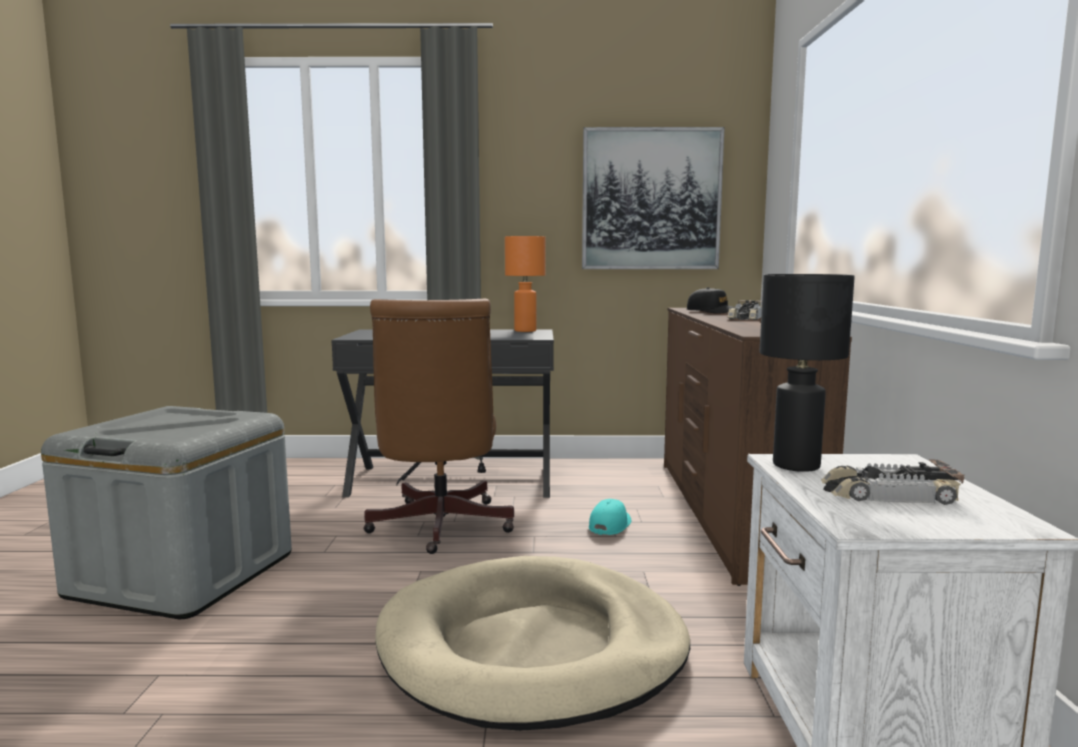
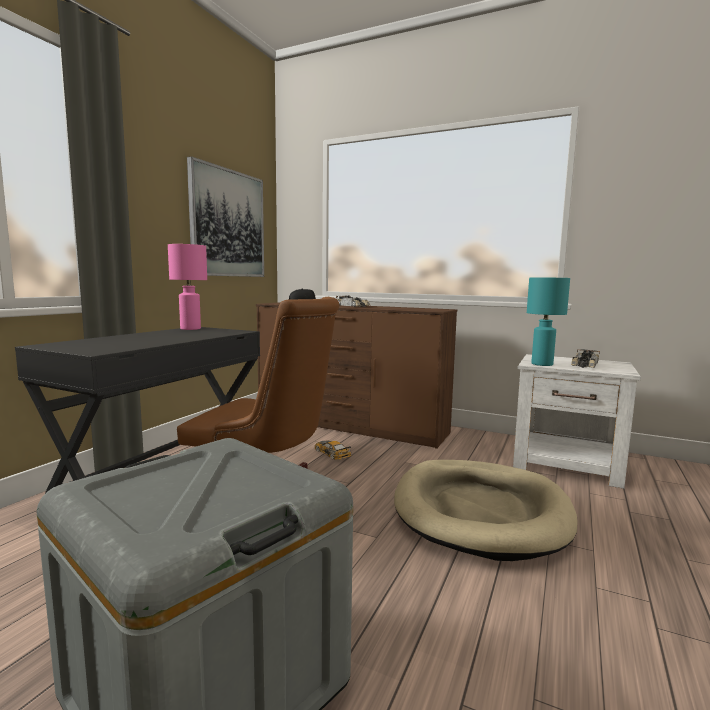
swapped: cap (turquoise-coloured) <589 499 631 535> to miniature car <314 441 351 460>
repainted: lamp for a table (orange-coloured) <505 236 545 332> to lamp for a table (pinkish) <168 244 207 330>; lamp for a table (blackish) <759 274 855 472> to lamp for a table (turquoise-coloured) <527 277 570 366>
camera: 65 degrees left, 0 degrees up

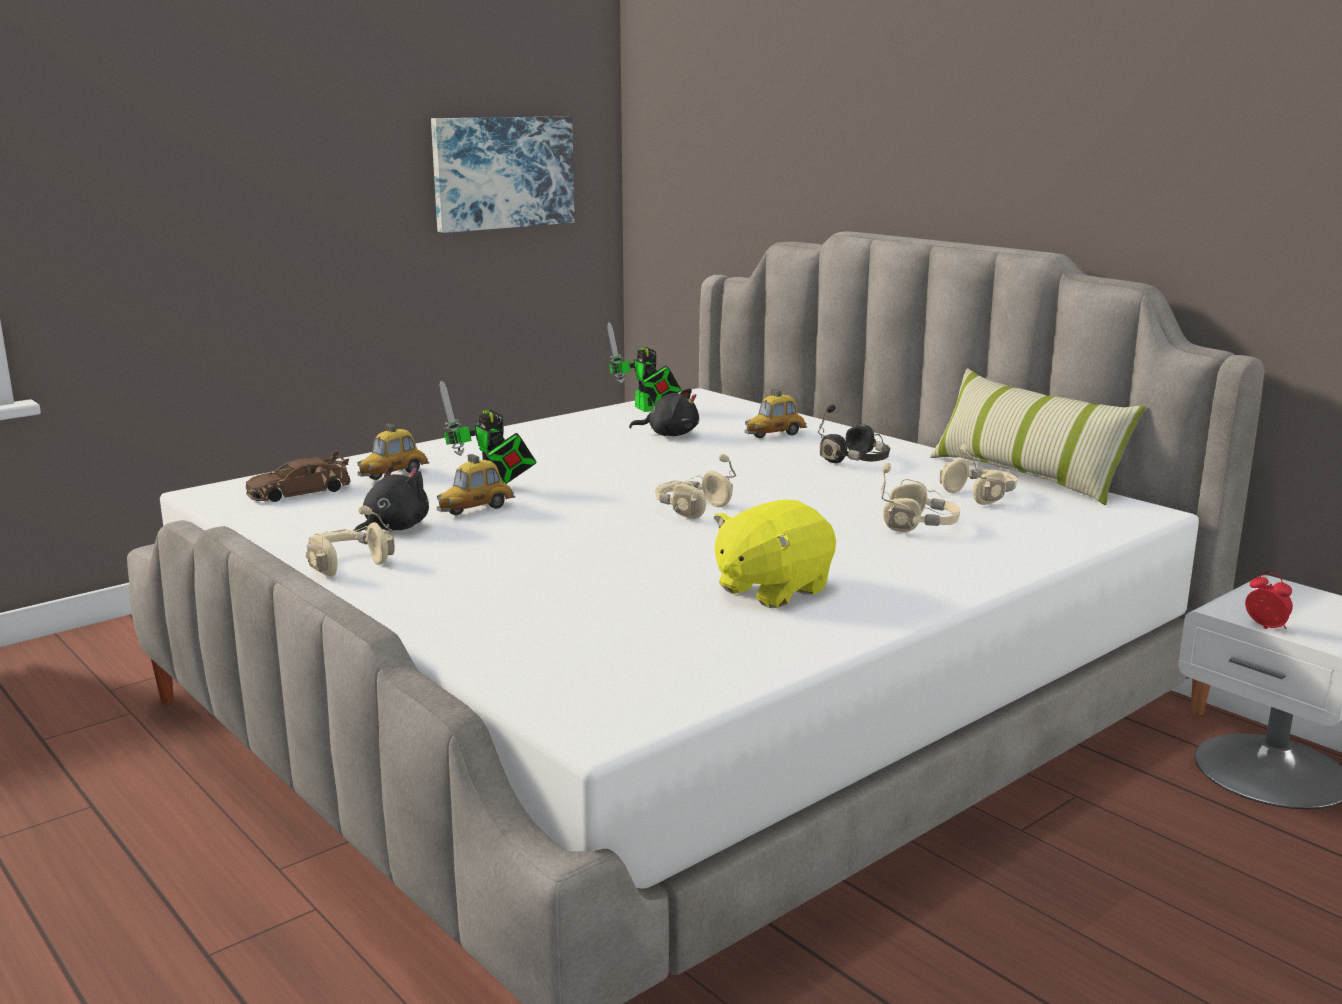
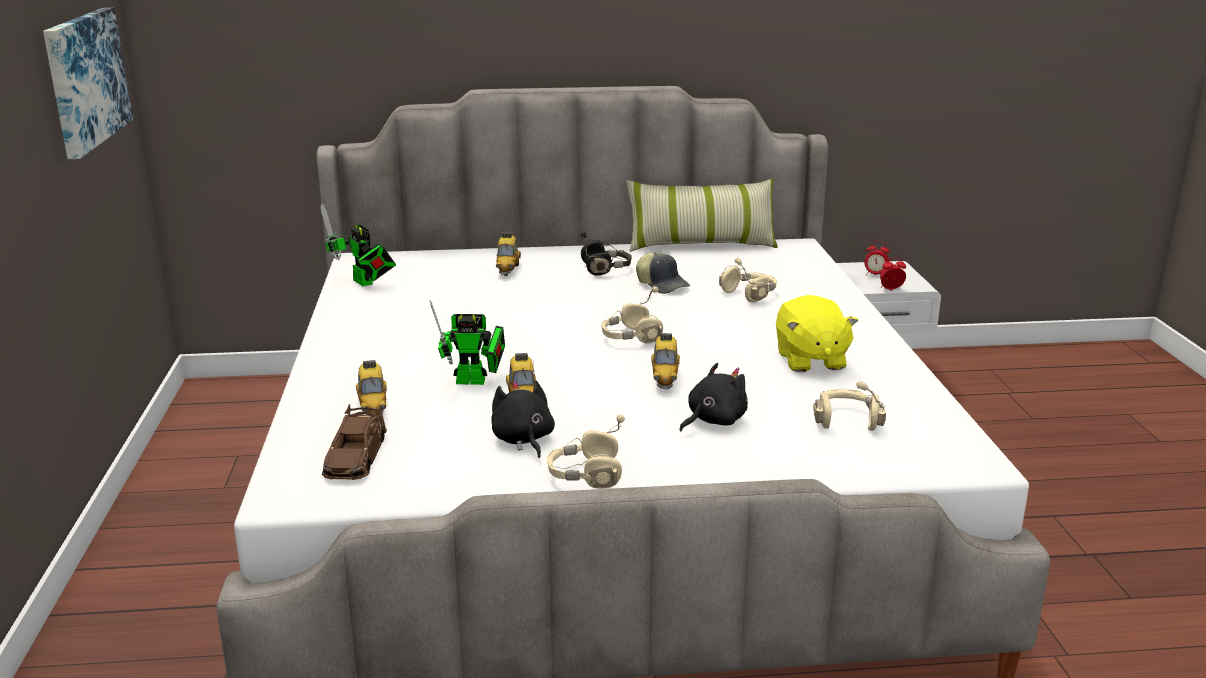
new: cap <636 252 690 294>; miniature car <651 333 680 389>; alarm clock <864 241 890 276>
shifted: soft toy (blackish) <629 388 699 436> to <679 363 748 432>; pair of headphones (beige-coloured) <940 444 1018 505> to <813 381 886 431>
rotated: robot figure <607 322 681 412> = <320 204 396 286> 45 degrees clockwise
camera: 55 degrees left, 5 degrees up

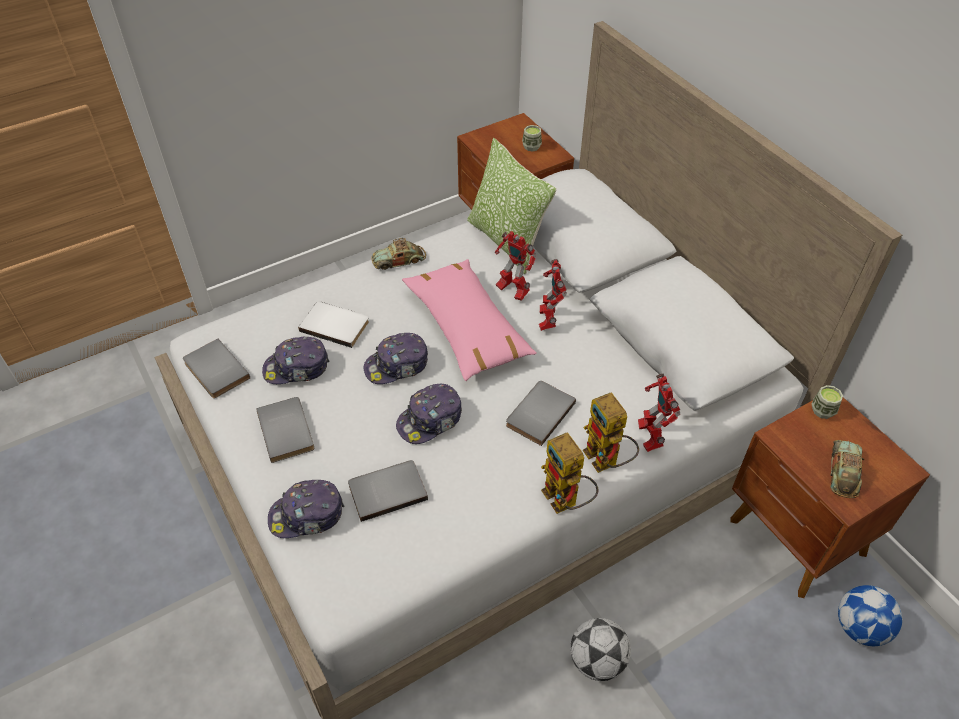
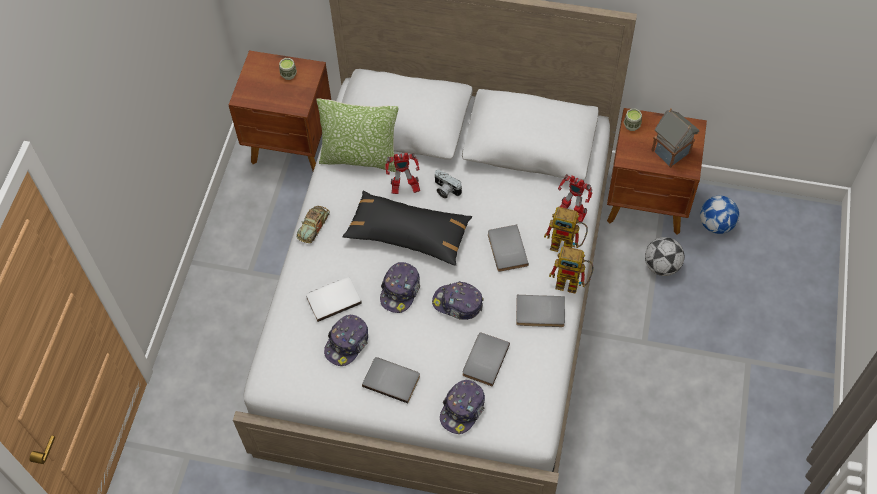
shifted: book (grey) <183 339 250 398> to <516 295 565 327>; football <570 618 631 681> to <645 237 684 276>
swapped: robot figure <539 259 567 331> to photo camera <435 170 462 199>; miniature car <830 440 865 498> to miniature house <652 109 699 168>
repainted: pillow (pinkish) <402 259 537 381> to pillow (blackish) <342 191 472 266>
rotated: cap <396 384 462 444> = <432 281 484 320> 105 degrees clockwise
camera: 45 degrees left, 10 degrees up

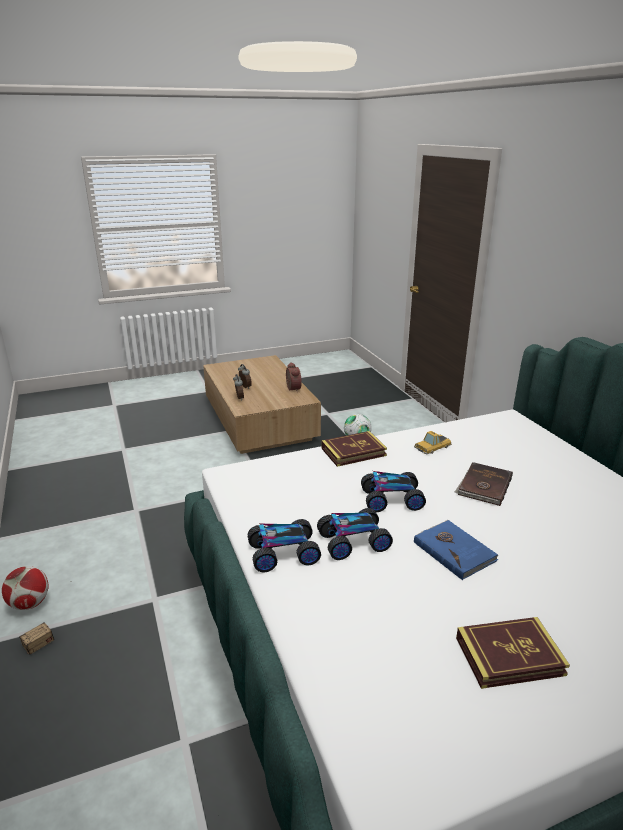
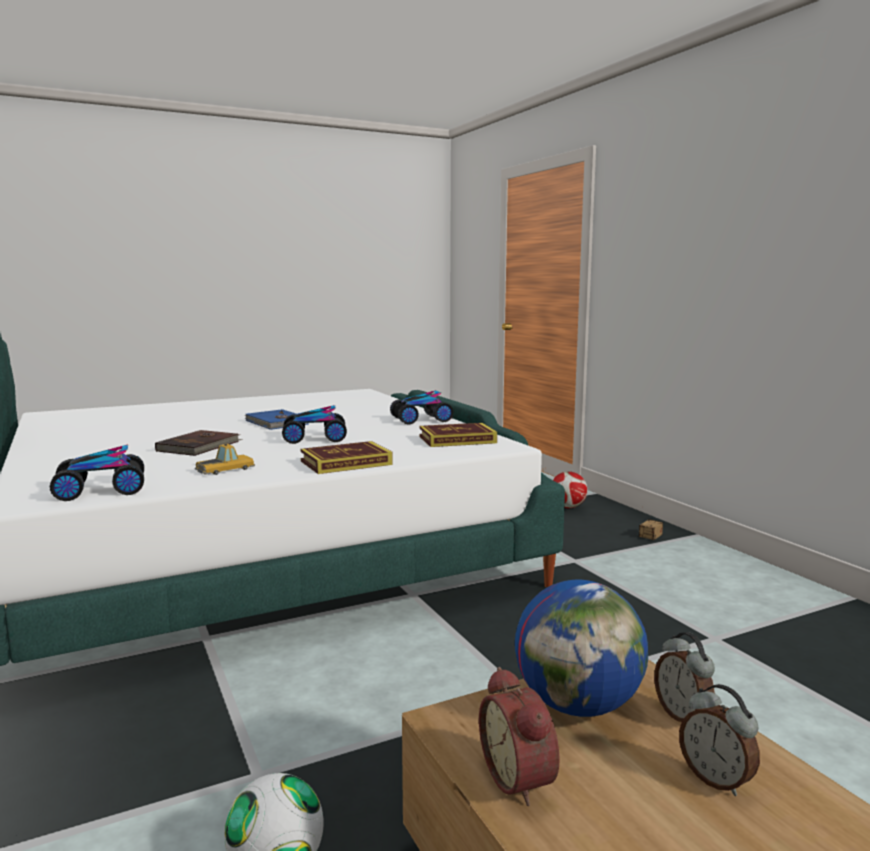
new: desk globe <515 580 648 717>
shifted: football <2 566 49 610> to <553 472 588 508>; miniature car <317 508 393 560> to <50 444 144 501>; book <456 617 570 689> to <419 423 497 447>
camera: 175 degrees right, 15 degrees down

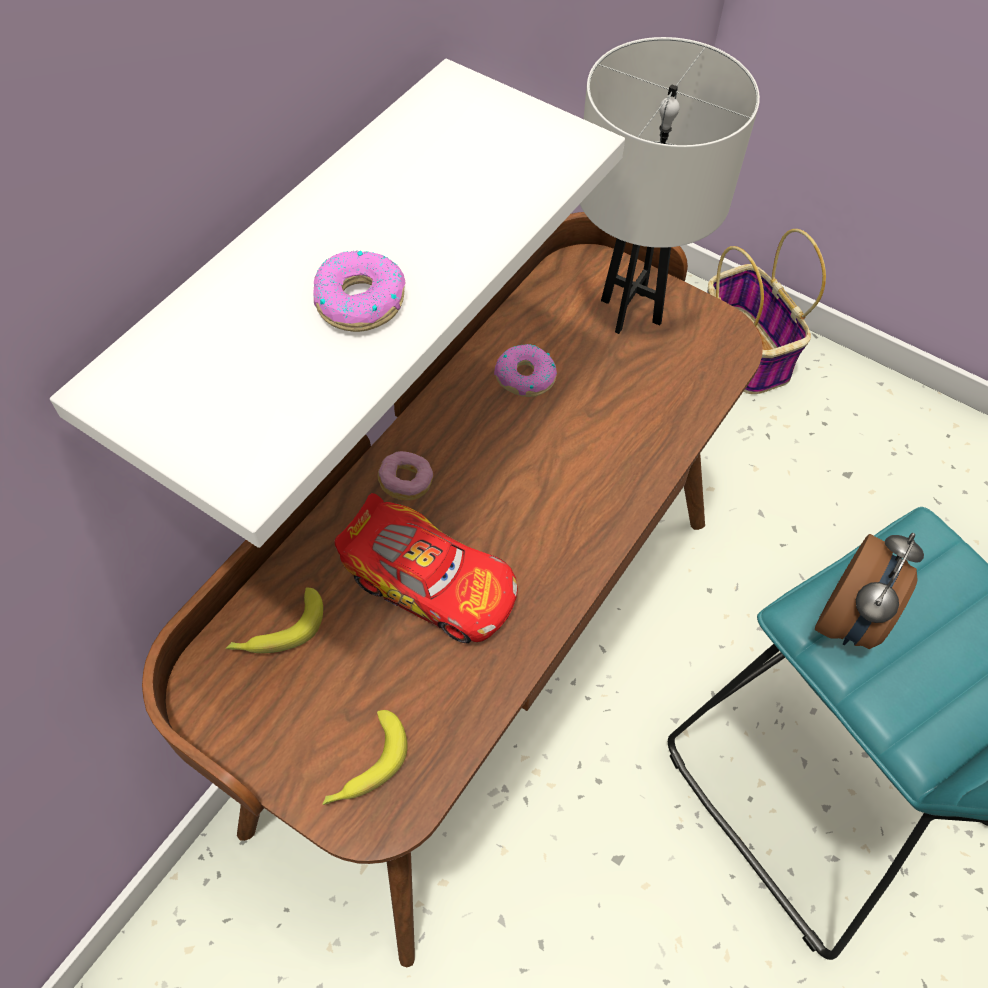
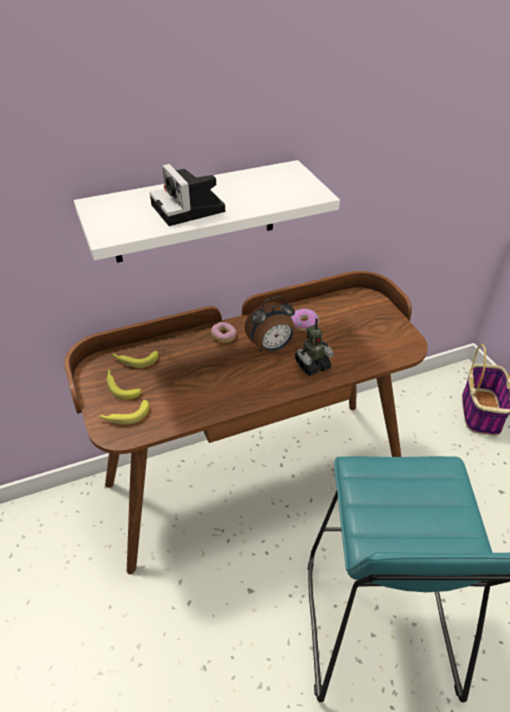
gone: miniature car <334 493 518 643>; lamp for a table (white) <580 37 760 334>
new: banana <107 370 141 400>; robot figure <295 318 334 376>
shifted: alarm clock <815 533 924 649> to <245 296 295 353>
swapped: doughnut <313 251 405 332> to photo camera <150 164 225 226>
camera: 35 degrees right, 15 degrees down

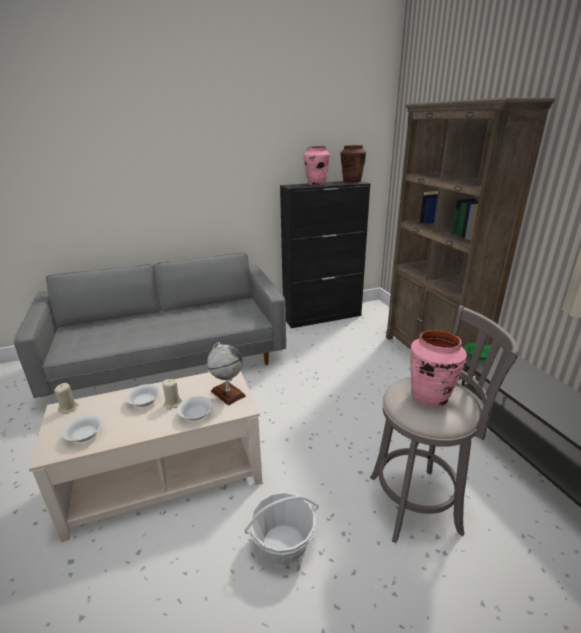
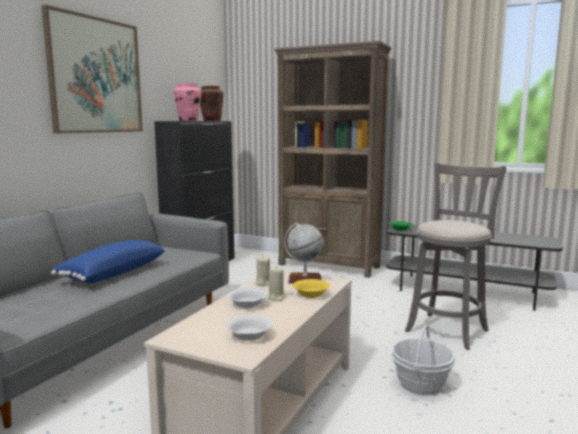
gone: decorative vase (pinkish) <410 330 467 407>
new: wall art <41 5 143 133>; pillow (bluish) <51 240 166 283>
shifted: candle (beige-coloured) <54 383 78 414> to <255 255 270 286>
repainted: serving bowl (white) <177 396 213 421> to serving bowl (yellow) <293 279 330 298>
camera: 45 degrees left, 15 degrees down

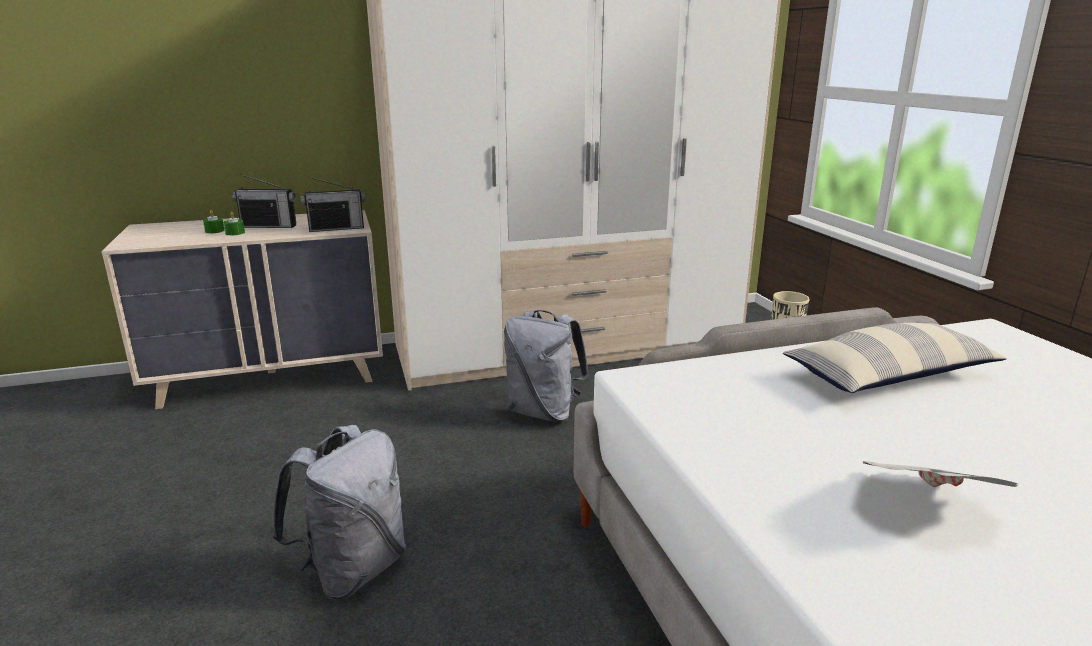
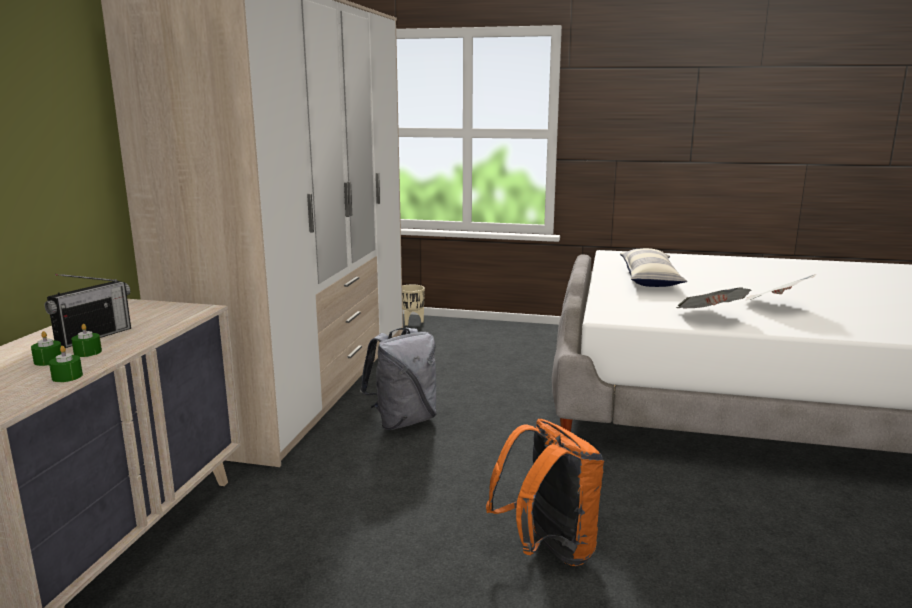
gone: radio receiver <301 177 365 232>
new: candle (green-coloured) <49 346 83 382>; printed paper <676 287 752 309>
repainted: knapsack (grey) <272 425 406 600> to knapsack (orange-coloured) <486 419 604 566>
camera: 60 degrees left, 5 degrees down

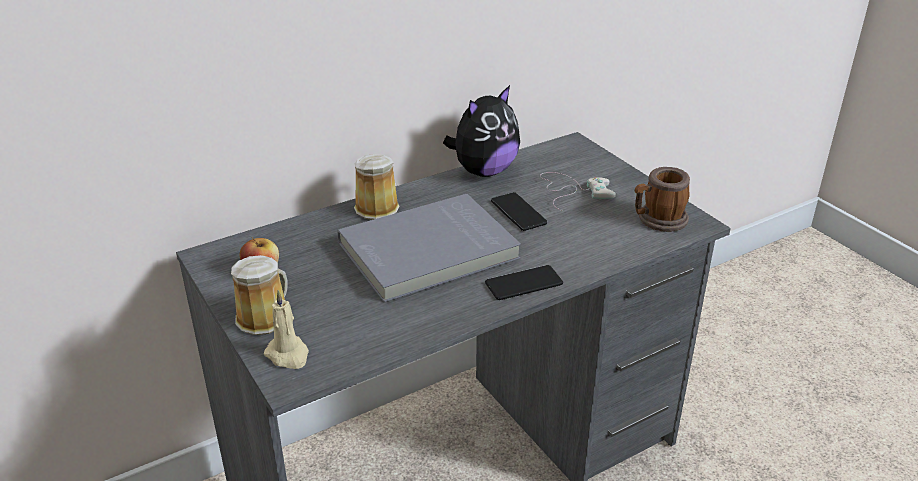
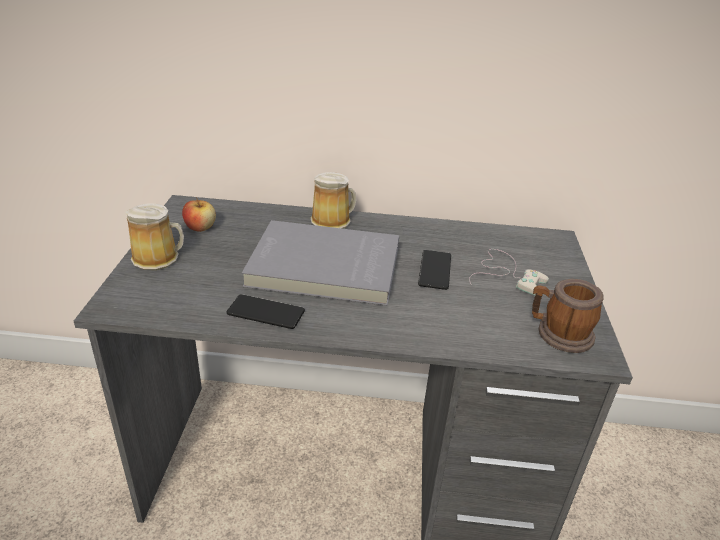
gone: candle (beige-coloured) <264 290 309 369>; soft toy <443 85 520 177>
shifted: handset <485 265 563 300> to <226 294 305 329>
camera: 35 degrees right, 0 degrees up

